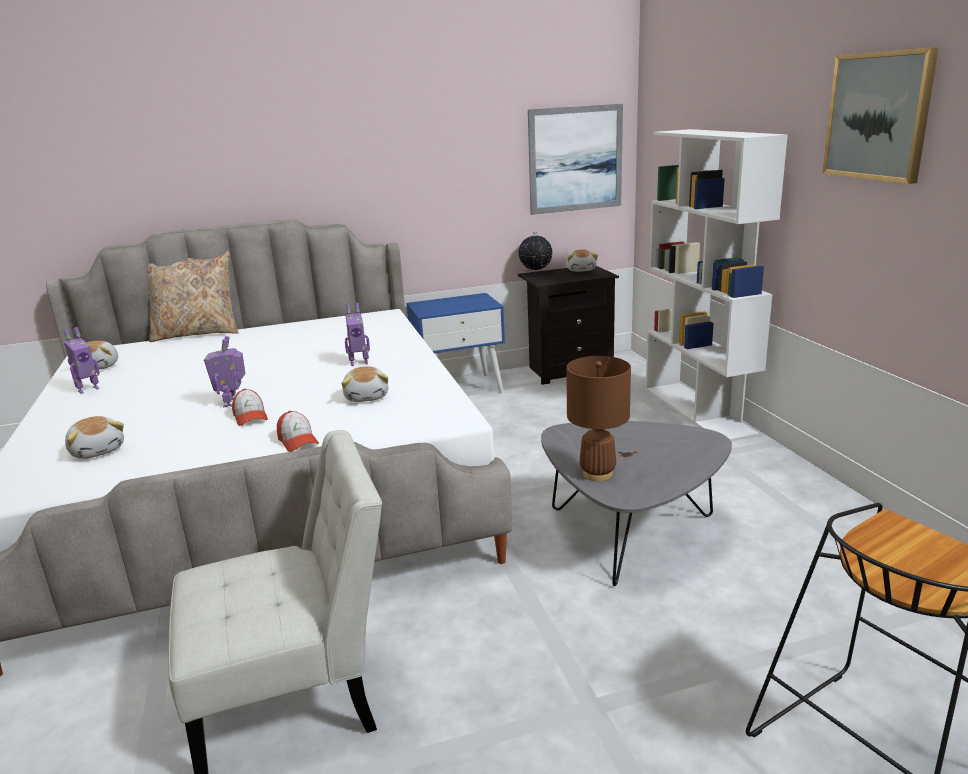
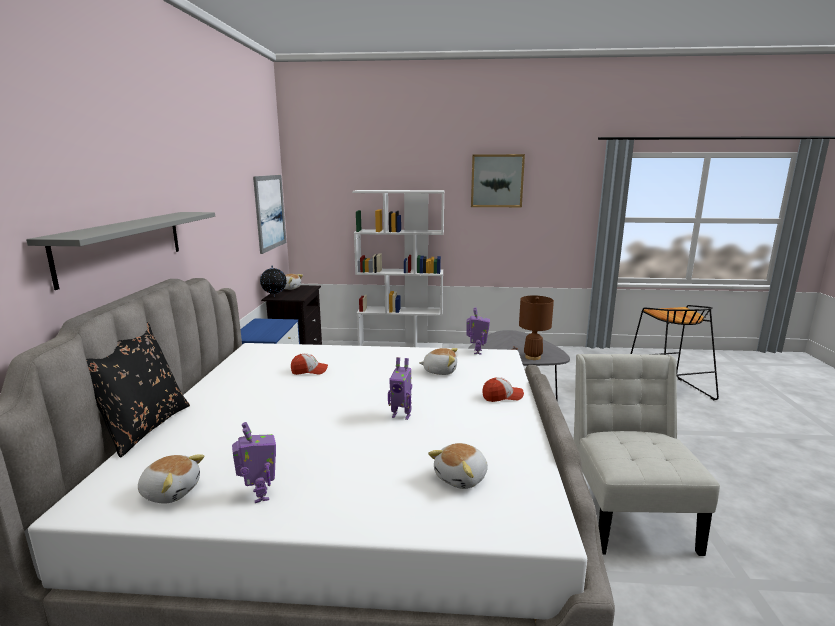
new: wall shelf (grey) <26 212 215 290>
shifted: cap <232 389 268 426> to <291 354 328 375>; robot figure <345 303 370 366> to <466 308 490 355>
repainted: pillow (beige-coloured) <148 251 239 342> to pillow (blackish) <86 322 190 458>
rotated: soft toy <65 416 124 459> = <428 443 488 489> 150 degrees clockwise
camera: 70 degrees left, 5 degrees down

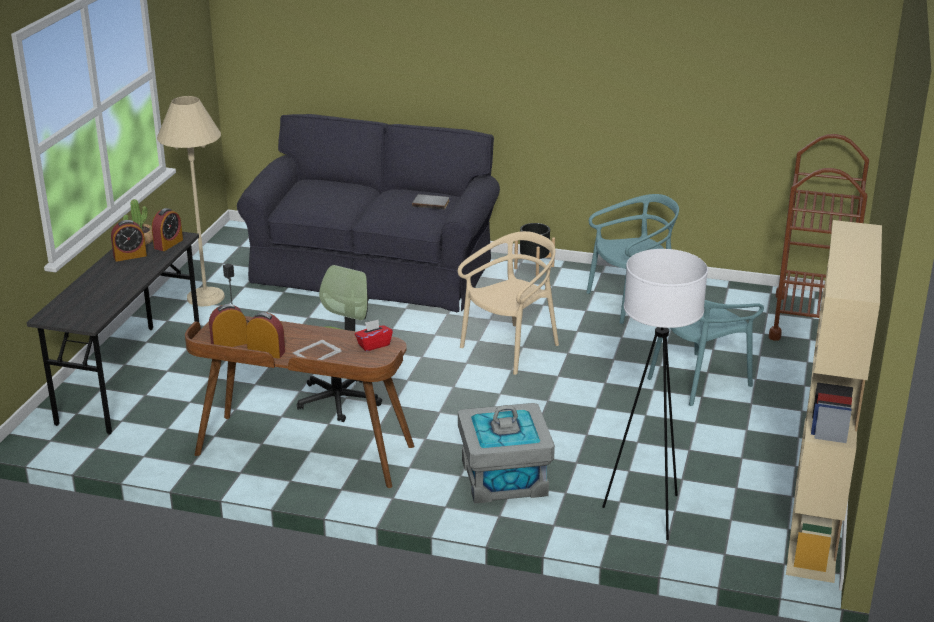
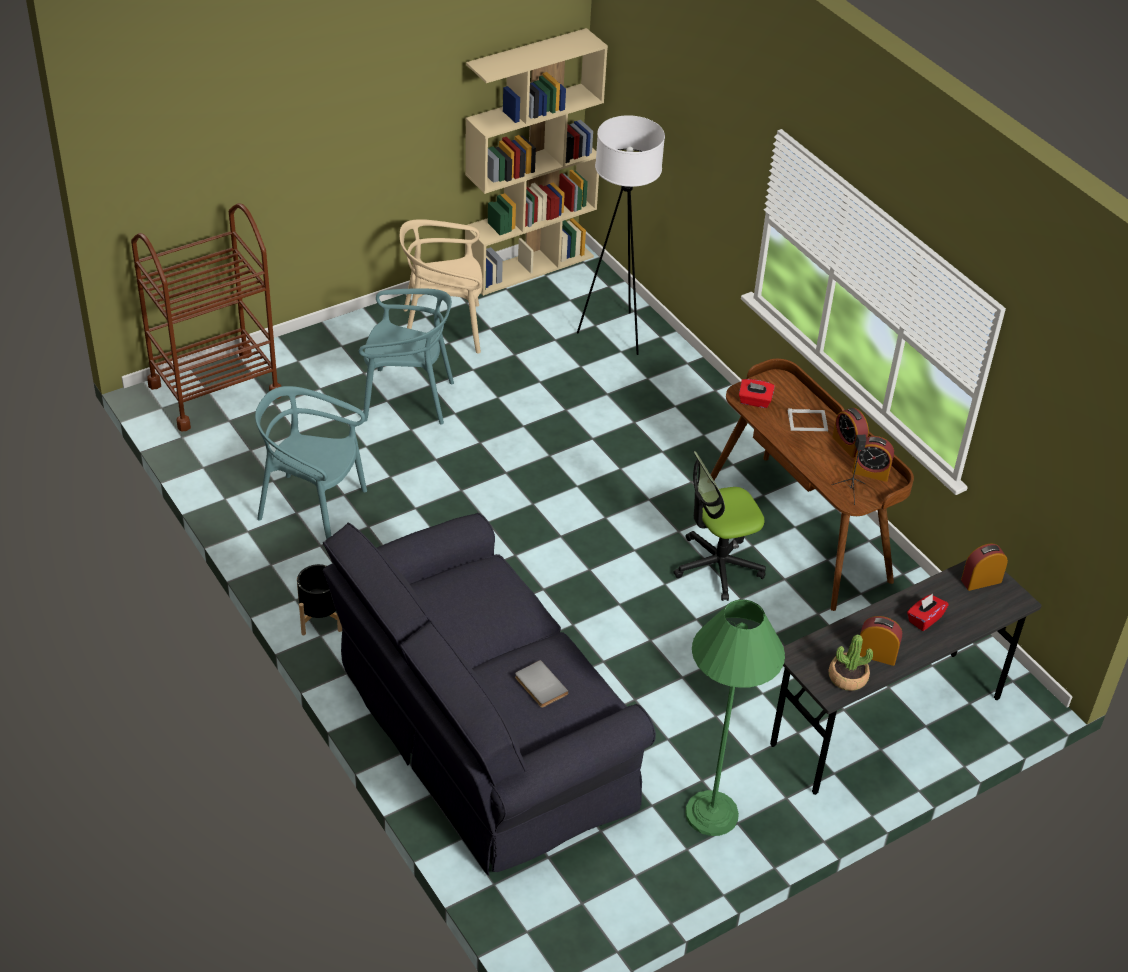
gone: storage container (grey) <458 403 555 504>
new: tissue box (red-coloured) <907 594 949 631>
shifted: alarm clock <152 208 183 251> to <961 543 1008 591>; book (grey) <412 194 450 209> to <515 660 569 708>; chair (beige-coloured) <458 231 559 375> to <400 219 483 354>
repainted: floor lamp (beige-coloured) <157 96 225 306> to floor lamp (green-coloured) <685 599 785 836>
camera: 140 degrees left, 15 degrees up

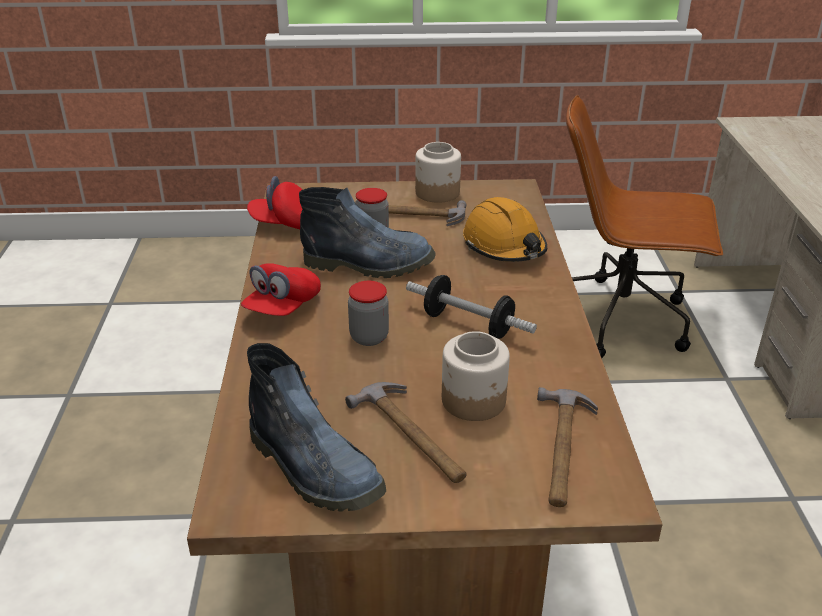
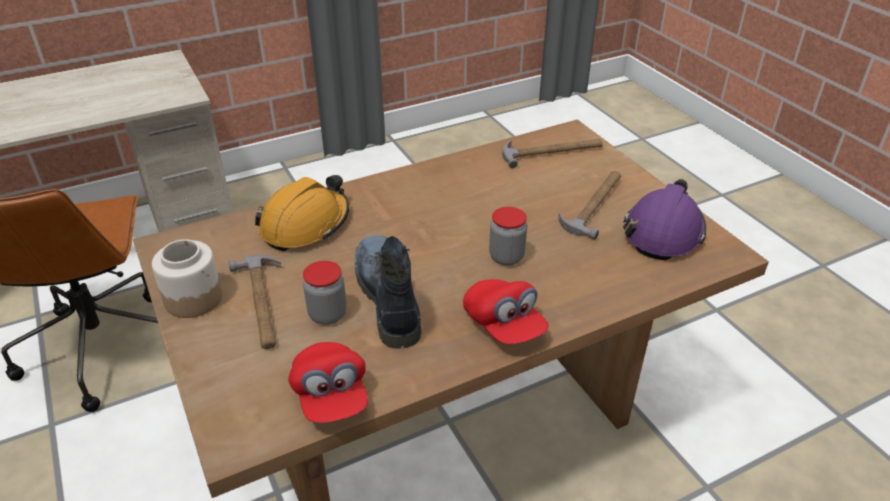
gone: hand weight <406 275 537 339>; jar <442 331 510 421>
swapped: high-top boot <247 343 386 512> to safety helmet (purple) <623 179 706 260>
rotated: cap (red-coloured) <241 263 321 316> = <463 279 549 344> 60 degrees clockwise
camera: 115 degrees left, 5 degrees up

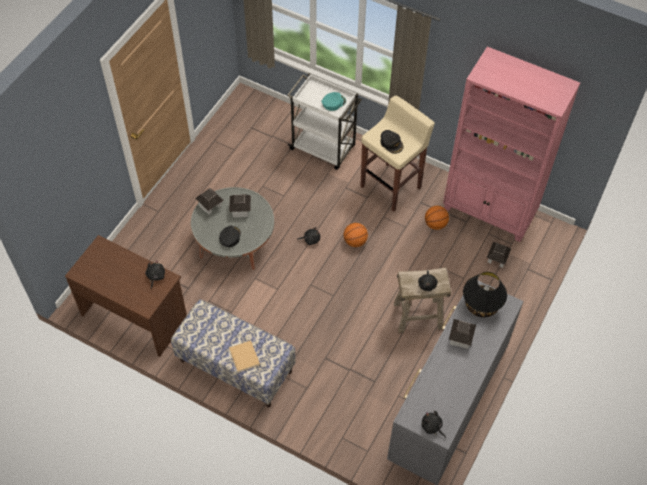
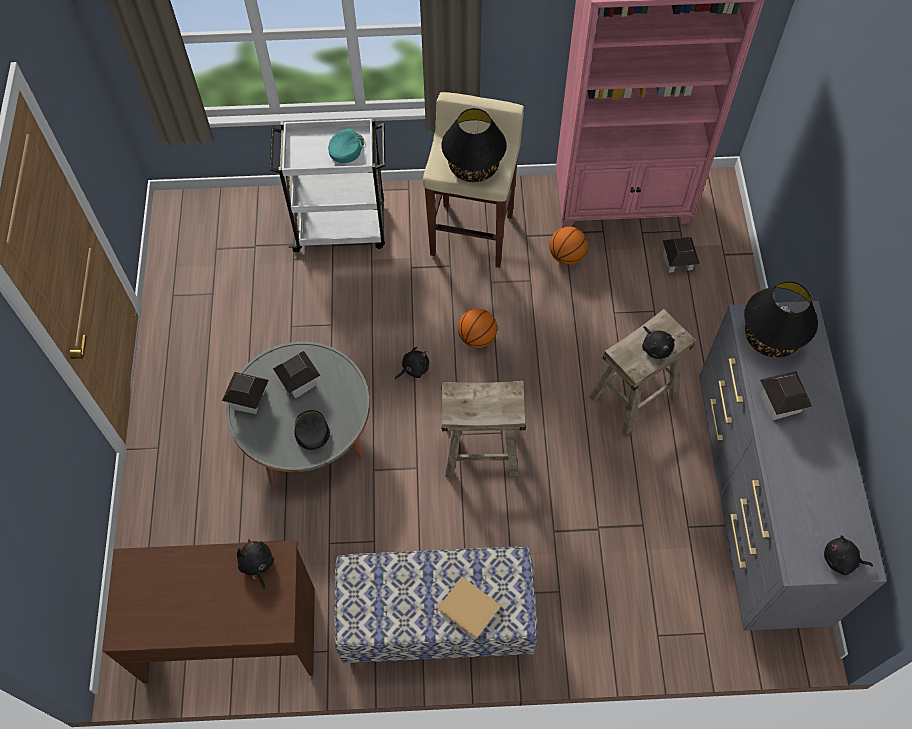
new: stool (beige-coloured) <441 381 526 477>
swapped: cap (blackish) <381 130 403 154> to lamp for a table (blackish) <442 108 507 182>
camera: 30 degrees left, 5 degrees up

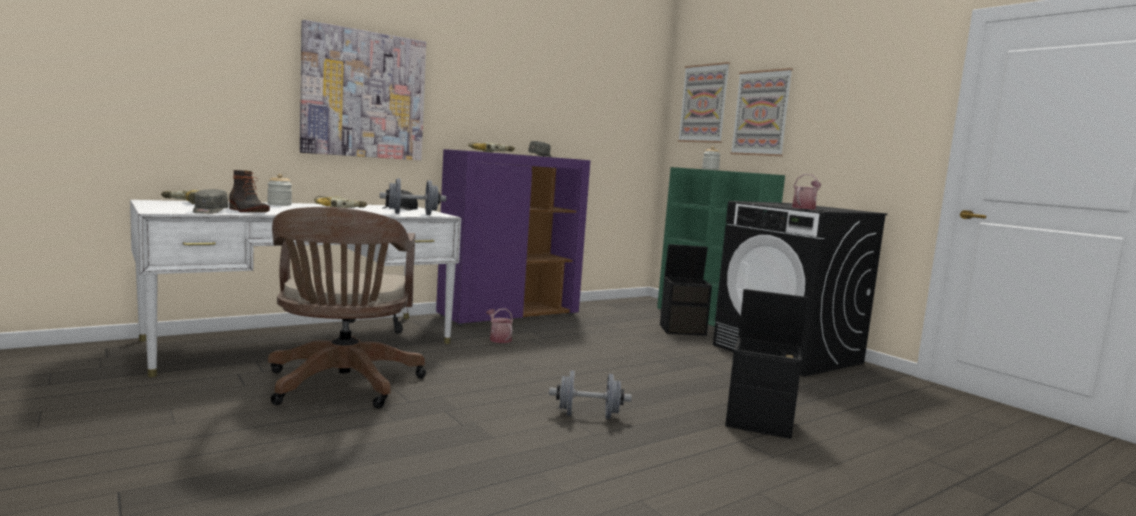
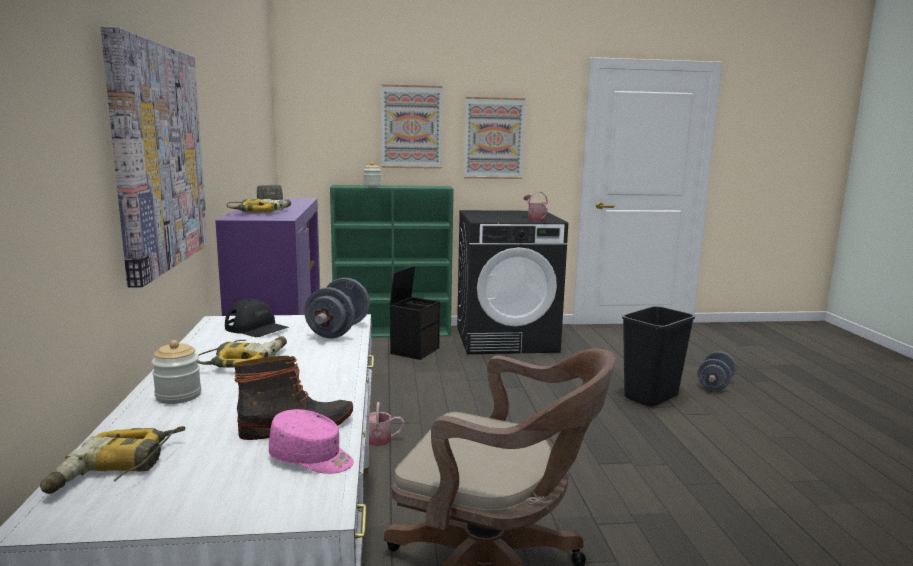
shifted: hand weight (grey) <549 370 632 419> to <697 351 736 391>; wall art <678 62 730 143> to <464 97 525 179>
swapped: storage container (blackish) <725 289 808 439> to trash can (blackish) <622 306 695 407>
repainted: cap (grey) <193 189 229 214> to cap (pinkish) <269 409 354 474>
camera: 60 degrees left, 5 degrees up

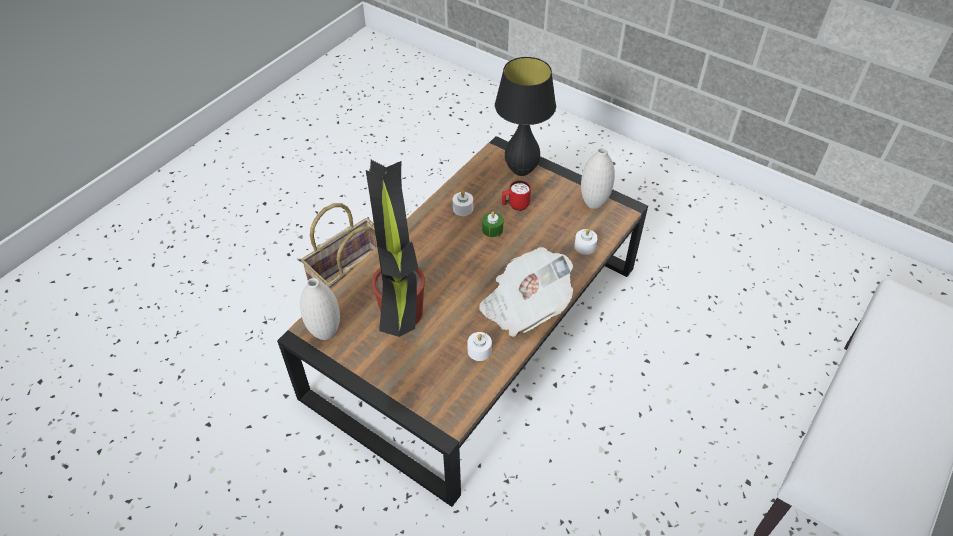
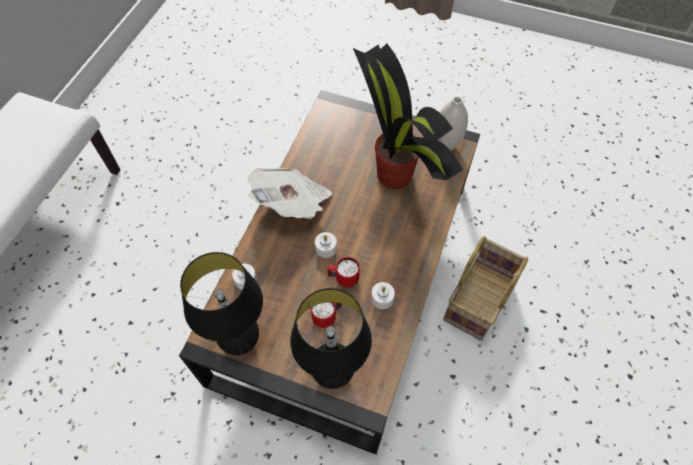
shifted: candle (white) <468 332 492 361> to <315 232 337 258>
swapped: candle (green-coloured) <482 211 503 237> to mug (red-coloured) <327 257 360 288>; decorative vase (white) <581 148 615 209> to lamp for a table (blackish) <180 252 263 355>
camera: 165 degrees right, 10 degrees up

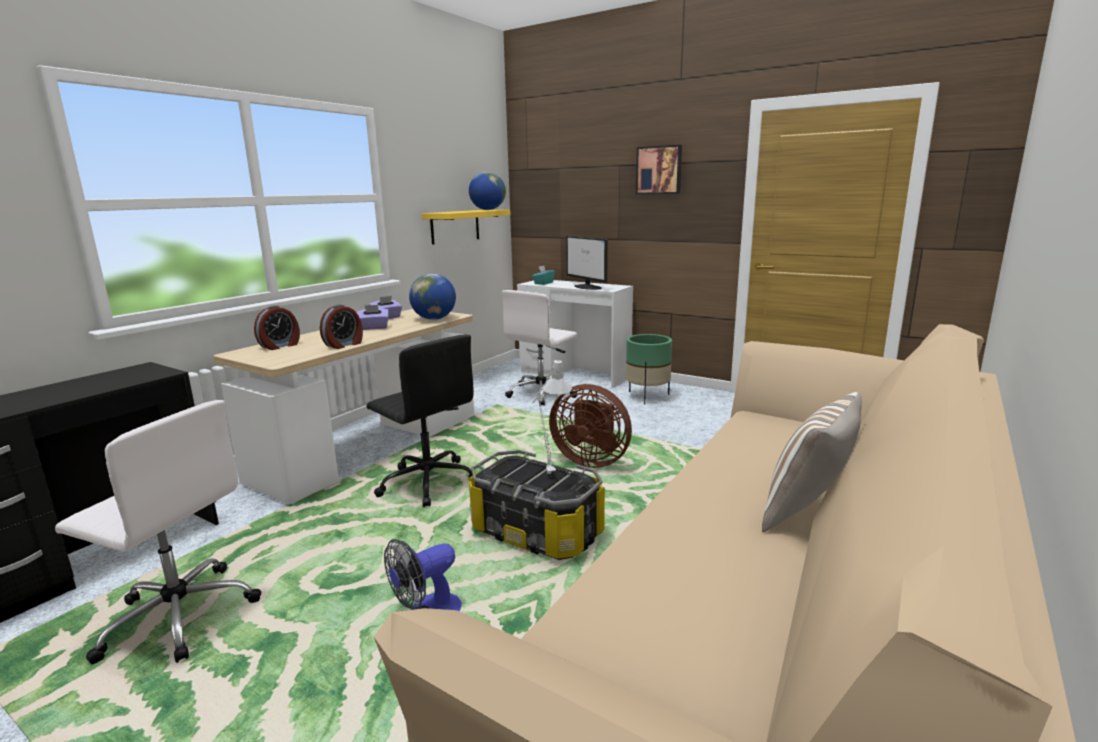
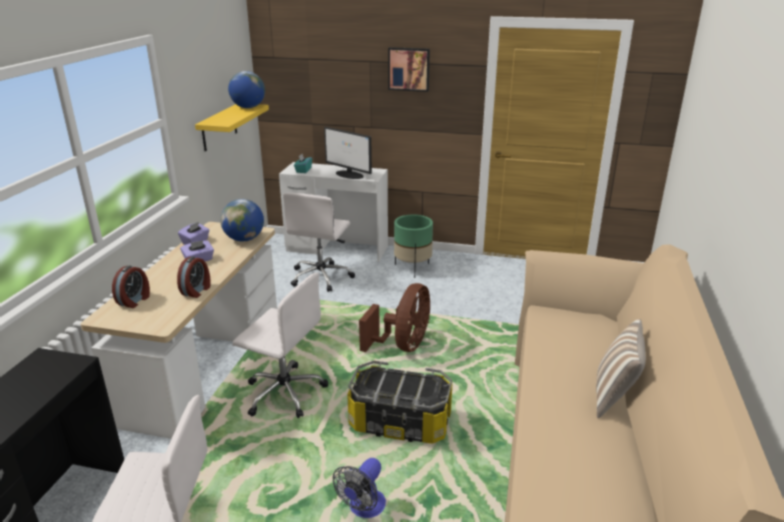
gone: lamp for a table (grey) <532 359 572 474>
repainted: office chair (blackish) <367 335 474 507> to office chair (white) <232 272 328 418>
rotated: fan (brown-coloured) <549 384 632 468> = <359 283 430 352> 75 degrees counterclockwise
camera: 20 degrees left, 10 degrees up

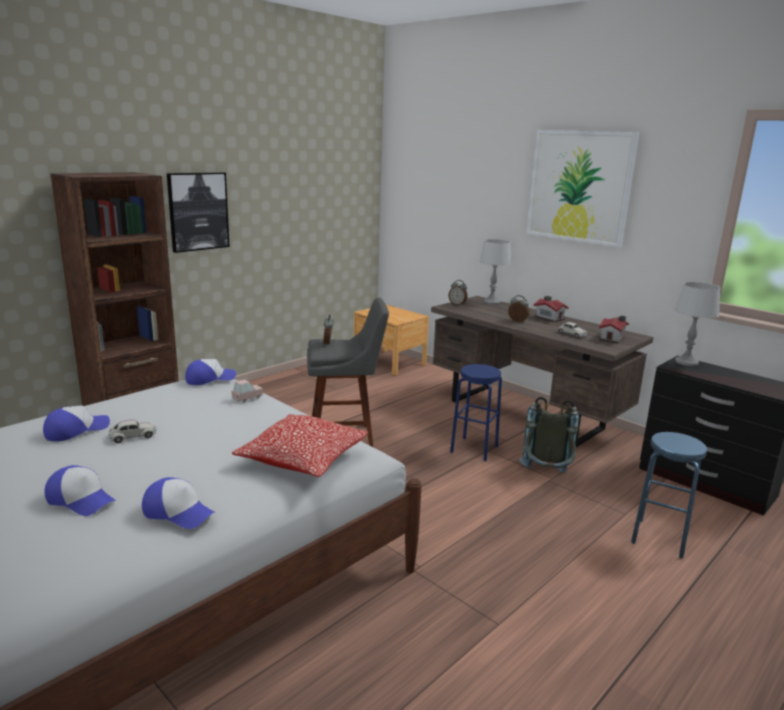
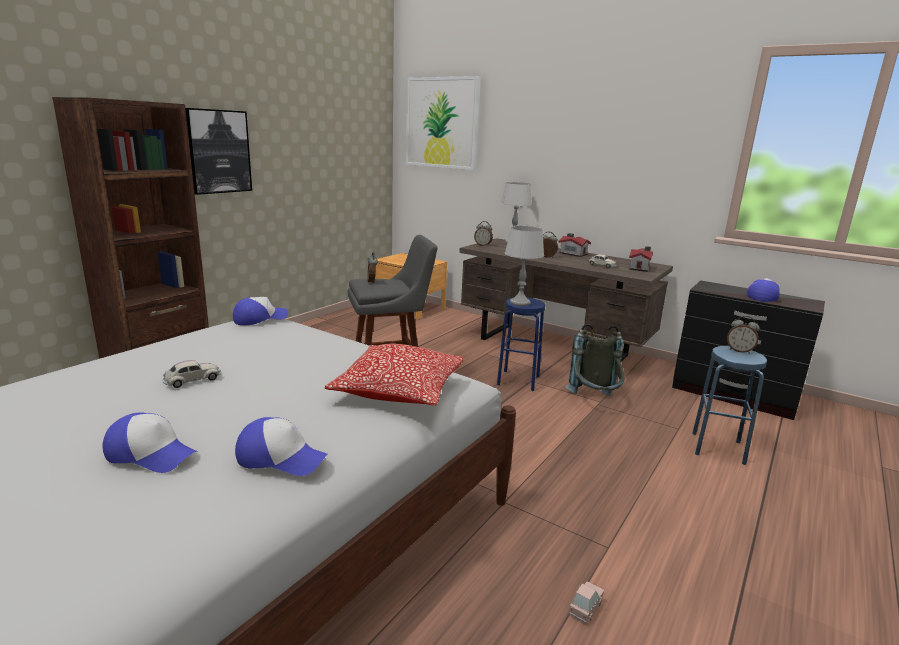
new: alarm clock <727 316 760 354>
shifted: cap <43 405 110 441> to <747 278 780 302>; miniature car (pinkish) <231 379 263 402> to <569 581 604 624>; wall art <526 130 640 248> to <406 76 481 170>; lamp for a table (grey) <674 282 720 366> to <505 226 544 306>
camera: 10 degrees left, 0 degrees up

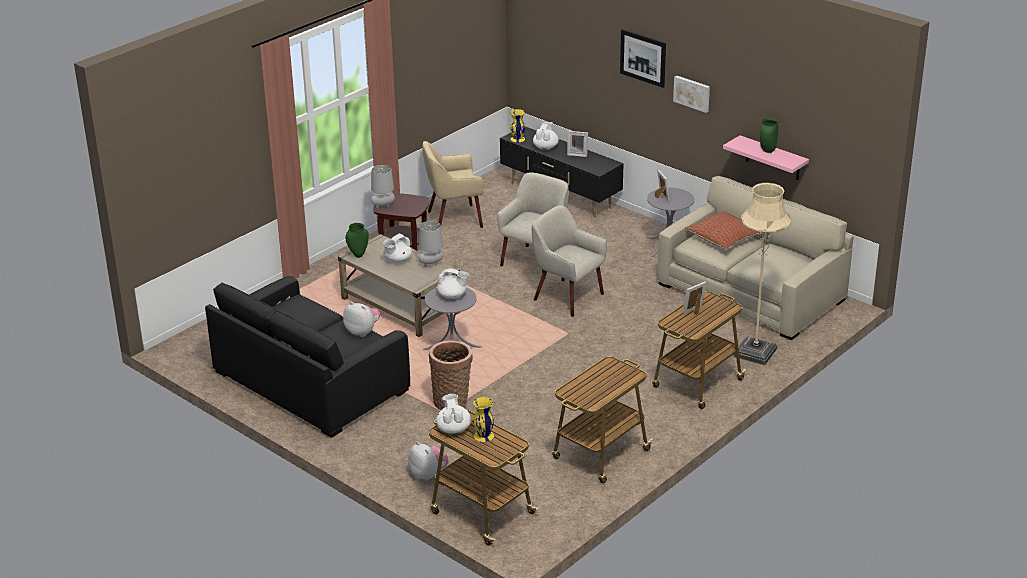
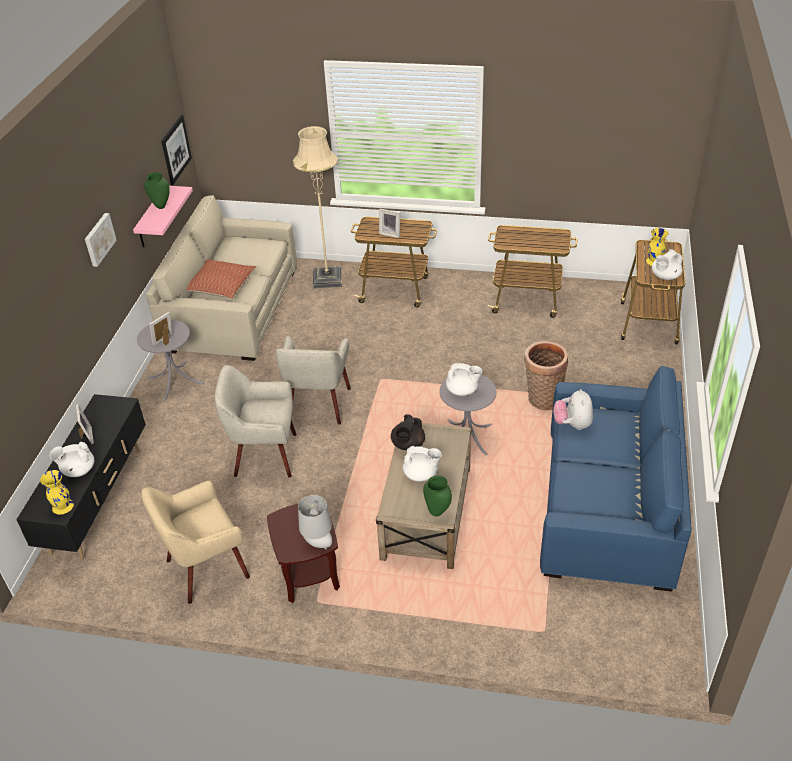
gone: soft toy <408 442 449 481>
shifted: wall art <620 29 666 88> to <161 115 192 185>
swapped: lamp for a table (grey) <419 221 443 267> to tea pot (blackish) <391 414 425 450>
repainted: couch (blackish) <205 276 411 438> to couch (bluish) <540 365 692 592>
rotated: armchair (beige-coloured) <422 141 484 228> = <142 481 250 604> 105 degrees clockwise; tea pot (white) <437 269 469 299> = <446 363 482 396> 120 degrees clockwise
camera: 120 degrees left, 10 degrees up

